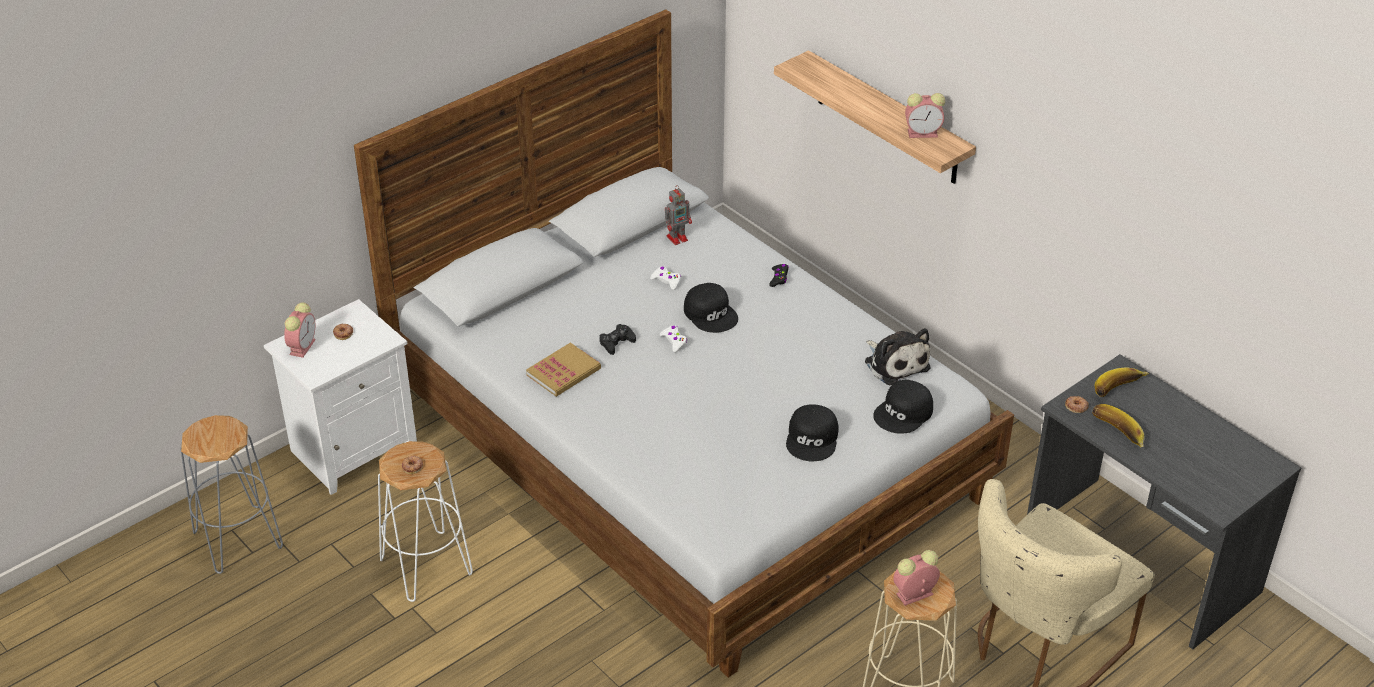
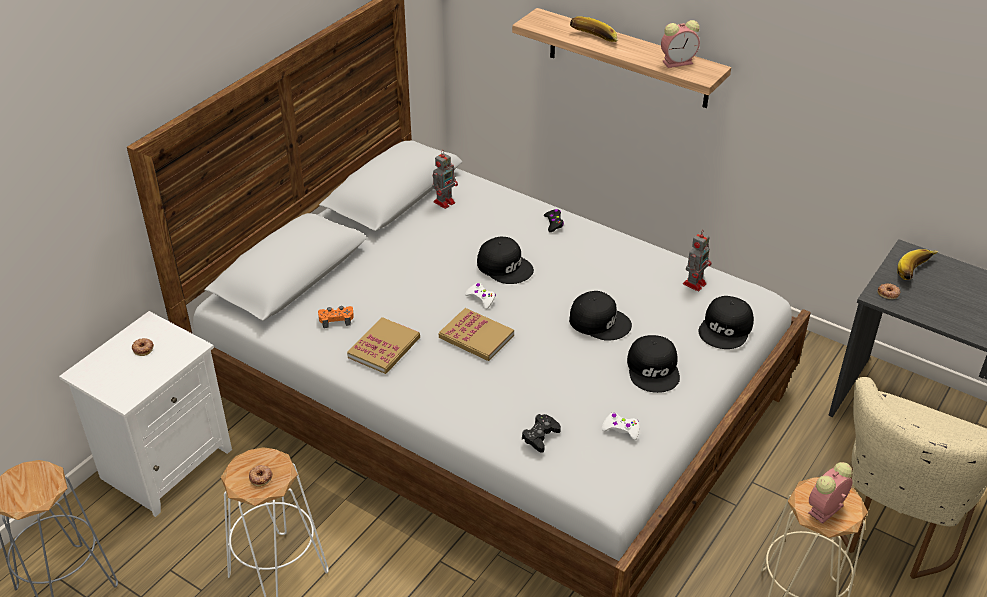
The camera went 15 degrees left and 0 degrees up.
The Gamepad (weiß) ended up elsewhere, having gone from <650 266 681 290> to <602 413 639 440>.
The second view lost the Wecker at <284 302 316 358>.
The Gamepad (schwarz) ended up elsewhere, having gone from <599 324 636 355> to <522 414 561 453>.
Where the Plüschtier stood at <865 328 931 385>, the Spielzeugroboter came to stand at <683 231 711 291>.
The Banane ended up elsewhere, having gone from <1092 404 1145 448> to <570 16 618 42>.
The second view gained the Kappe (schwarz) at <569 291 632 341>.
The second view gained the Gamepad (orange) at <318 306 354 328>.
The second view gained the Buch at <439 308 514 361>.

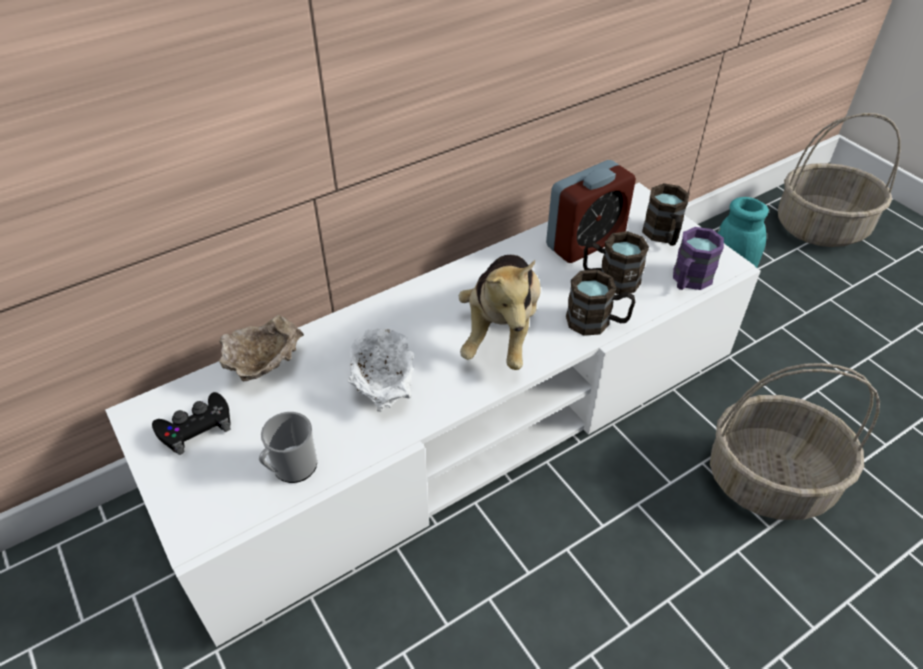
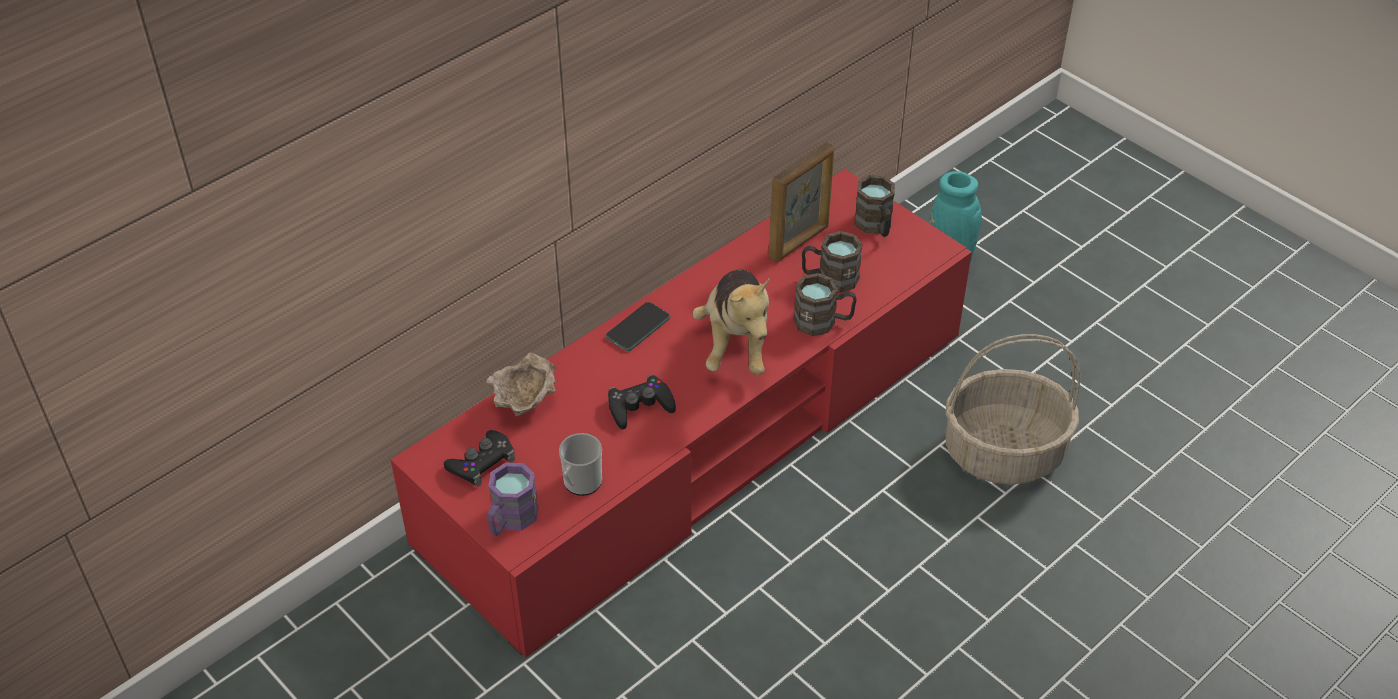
The camera went 10 degrees left and 0 degrees up.
The second view lost the Korb at <778 113 901 247>.
Where the Wecker stood at <546 160 636 263>, the Bilderrahmen came to stand at <768 142 834 262>.
What was the Fernsehschrank (weiß) at <105 183 761 647> turned into the Fernsehschrank (rot) at <391 169 972 657>.
The Henkelbecher (lila) ended up elsewhere, having gone from <673 227 724 290> to <487 463 538 536>.
Where the Schüssel (weiß) stood at <347 328 414 412>, the Gamepad (schwarz) came to stand at <608 374 676 430>.
The second view gained the Handy at <606 302 670 351>.

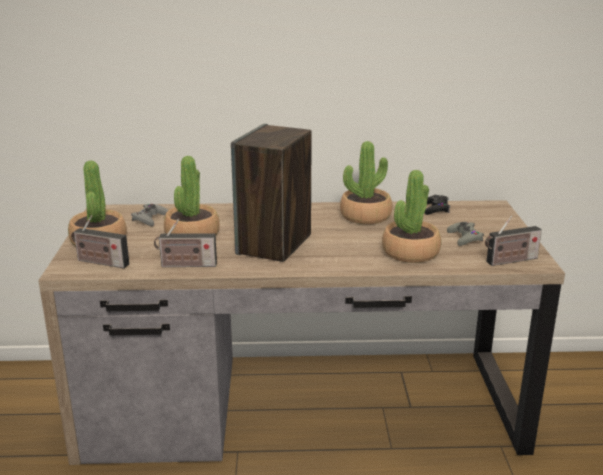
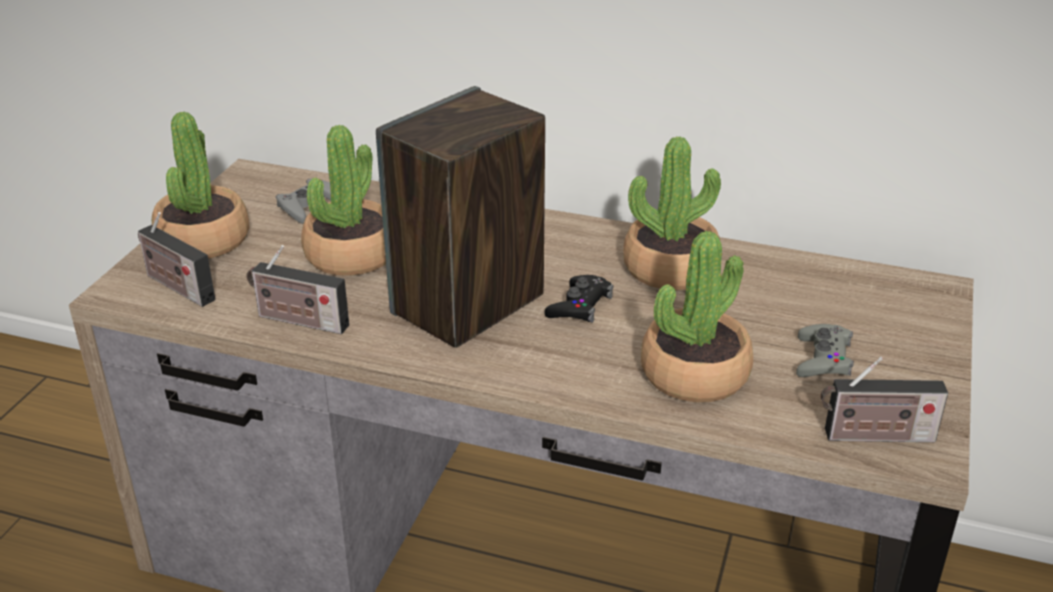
The camera went 20 degrees right and 10 degrees up.
The Gamepad (schwarz) ended up elsewhere, having gone from <425 195 450 215> to <545 275 614 323>.

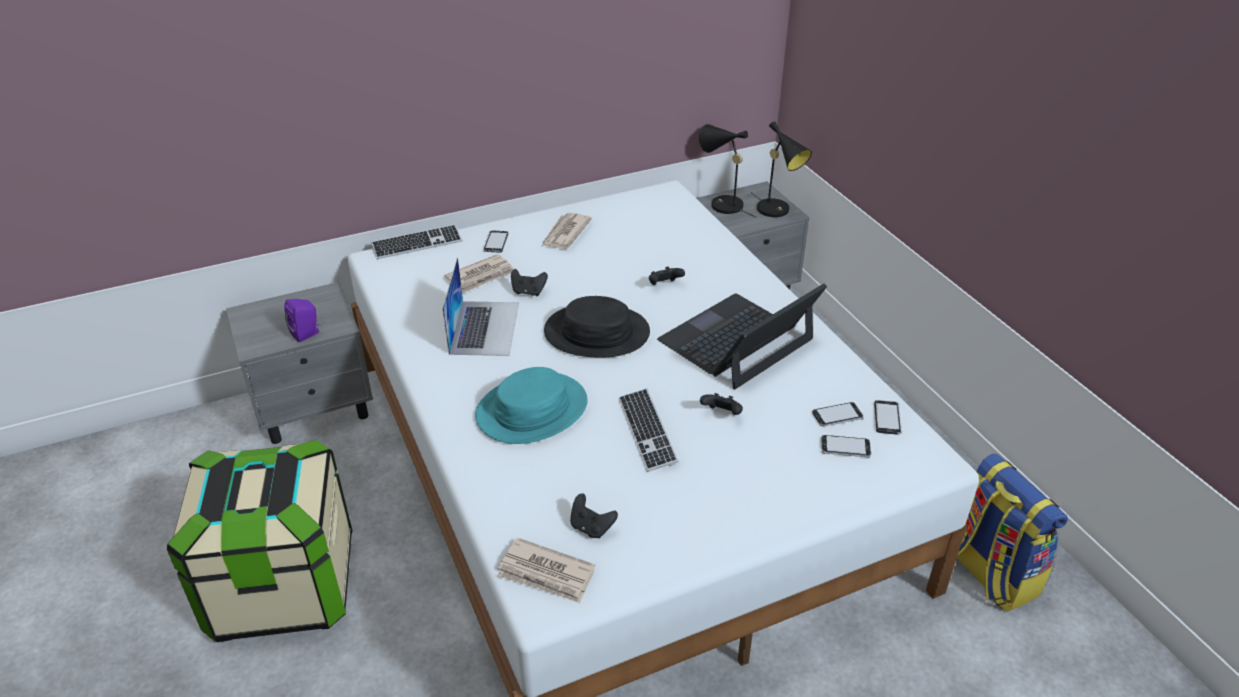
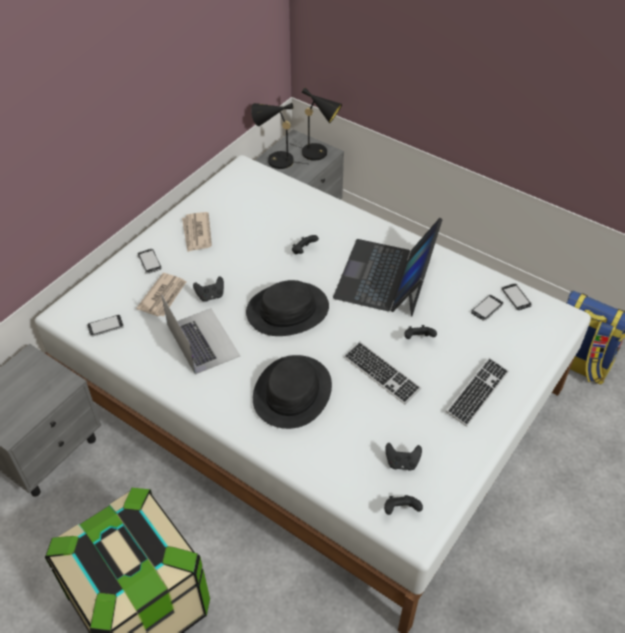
The camera went 30 degrees left and 10 degrees up.
The Tastatur ended up elsewhere, having gone from <371 225 462 259> to <446 358 509 427>.
The second view lost the Lautsprecher (lila) at <284 299 319 342>.
What was the Hut (türkis) at <475 367 588 444> turned into the Hut (schwarz) at <253 355 332 429>.
The Handy ended up elsewhere, having gone from <822 435 871 458> to <87 315 124 337>.
Where the Zeitung stood at <498 538 595 603>, the Gamepad (schwarz) came to stand at <384 495 423 515>.

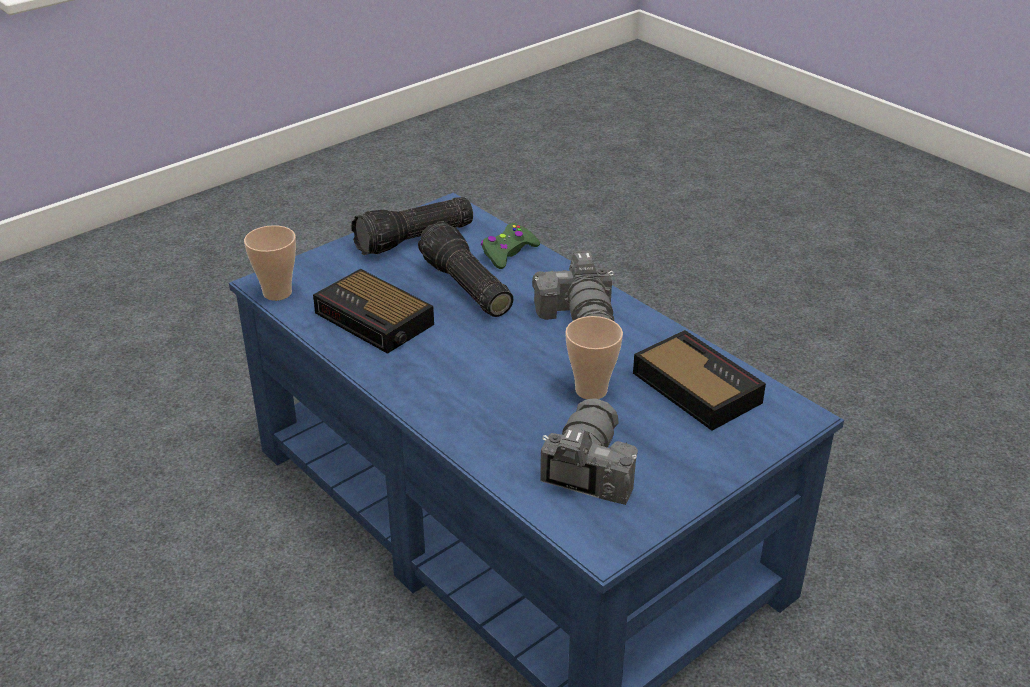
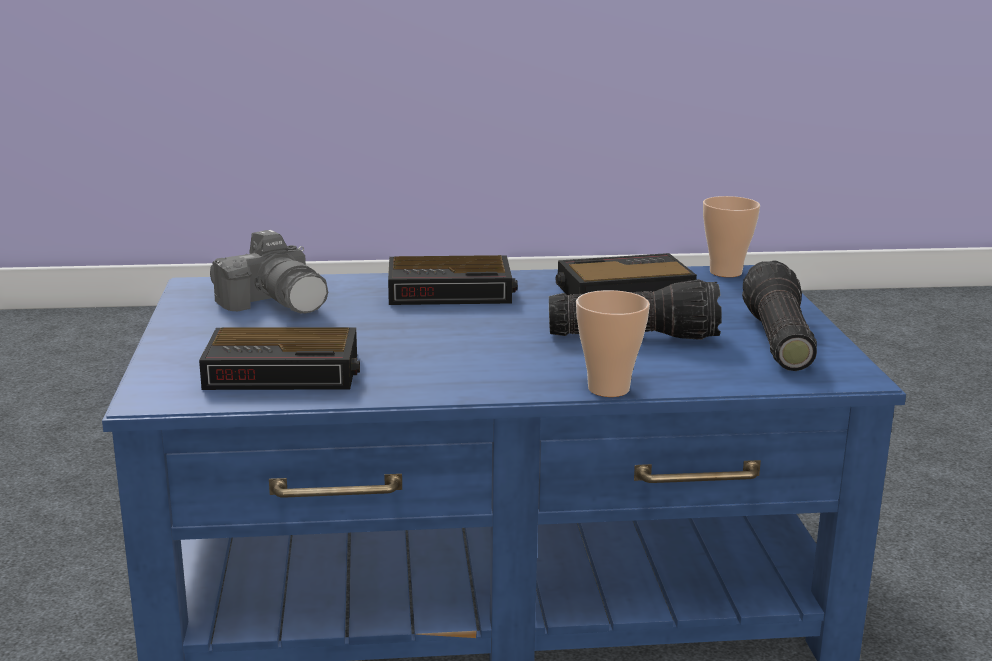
The camera went 125 degrees right and 15 degrees down.
The second view lost the Gamepad (grün) at <481 223 540 269>.
The second view lost the Kamera at <532 251 615 322>.
The Tasse ended up elsewhere, having gone from <565 316 623 399> to <576 290 650 397>.
The second view gained the Wecker at <388 255 518 305>.

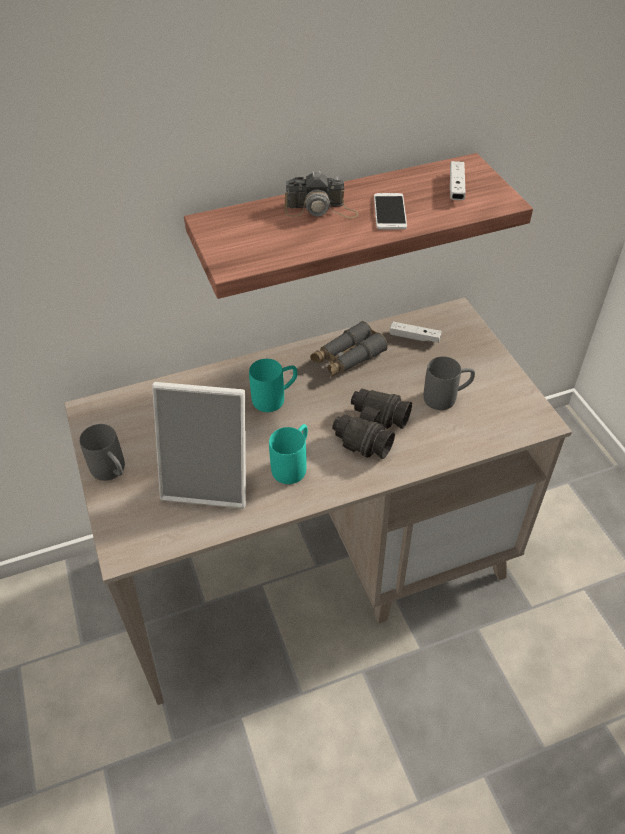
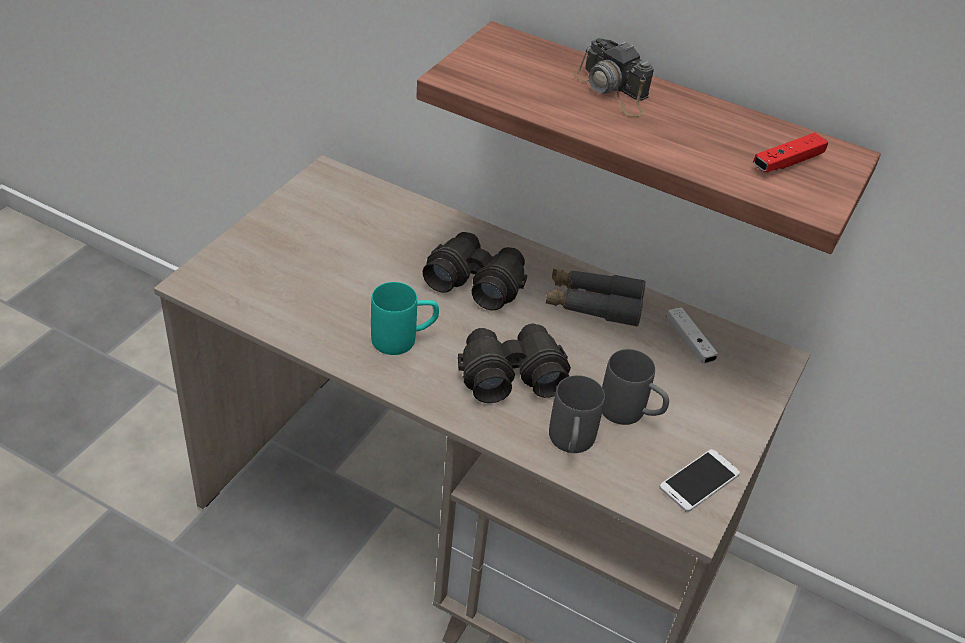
The camera went 45 degrees right and 5 degrees down.
What was the Gamepad (weiß) at <450 161 466 200> turned into the Gamepad (rot) at <753 133 828 172>.
The Handy ended up elsewhere, having gone from <374 193 407 229> to <660 449 740 512>.
Where the Henkelbecher (türkis) stood at <249 359 297 412>, the Fernglas (schwarz) came to stand at <423 232 527 310>.
The second view lost the Bilderrahmen at <152 382 246 509>.
The Henkelbecher (grau) ended up elsewhere, having gone from <79 424 125 481> to <549 375 605 453>.

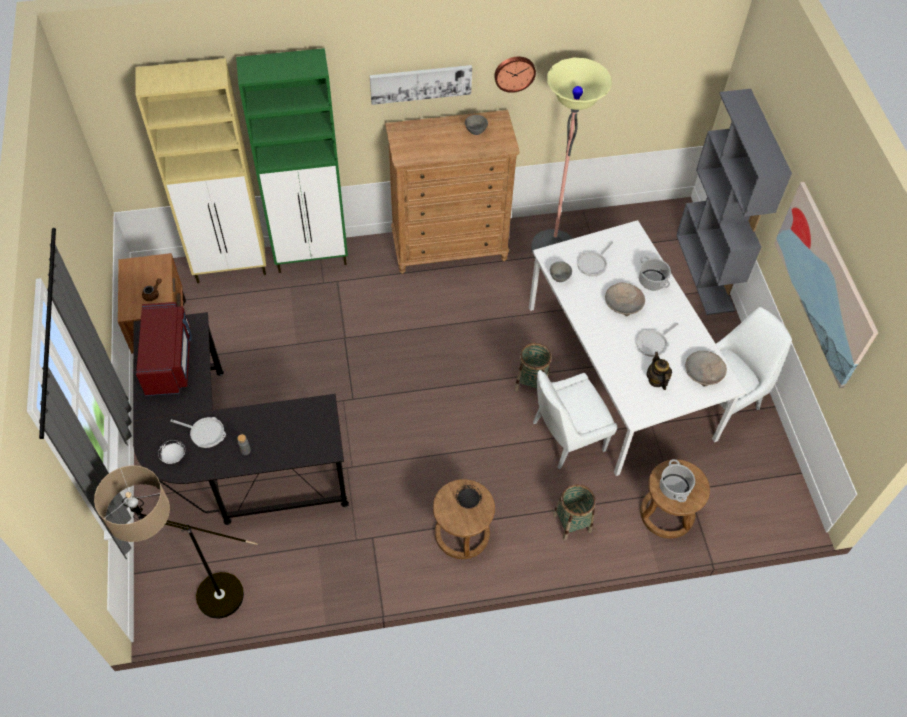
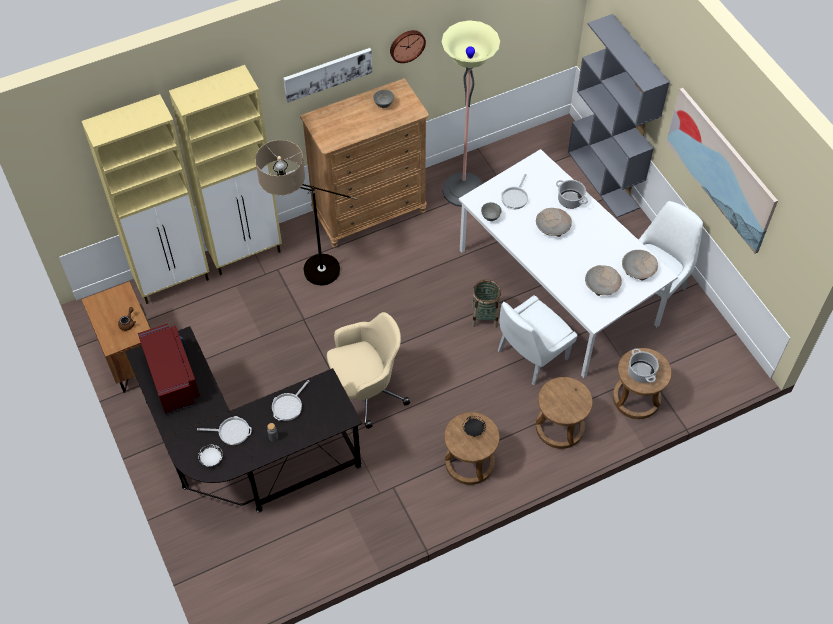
The camera went 15 degrees left and 0 degrees up.
What was the Schrank (grün) at <236 48 348 273> turned into the Schrank (beige) at <169 65 282 275>.
The Pfanne ended up elsewhere, having gone from <636 323 678 357> to <272 380 309 421>.
Where the Teekanne stood at <647 352 672 390>, the Schüssel (beige) came to stand at <585 265 622 296>.
The Stehlampe ended up elsewhere, having gone from <94 465 258 619> to <255 140 358 286>.
Where the Korb stood at <553 484 596 540>, the Hocker (braun) came to stand at <536 377 593 449>.
The second view gained the Bürostuhl (beige) at <327 312 410 429>.

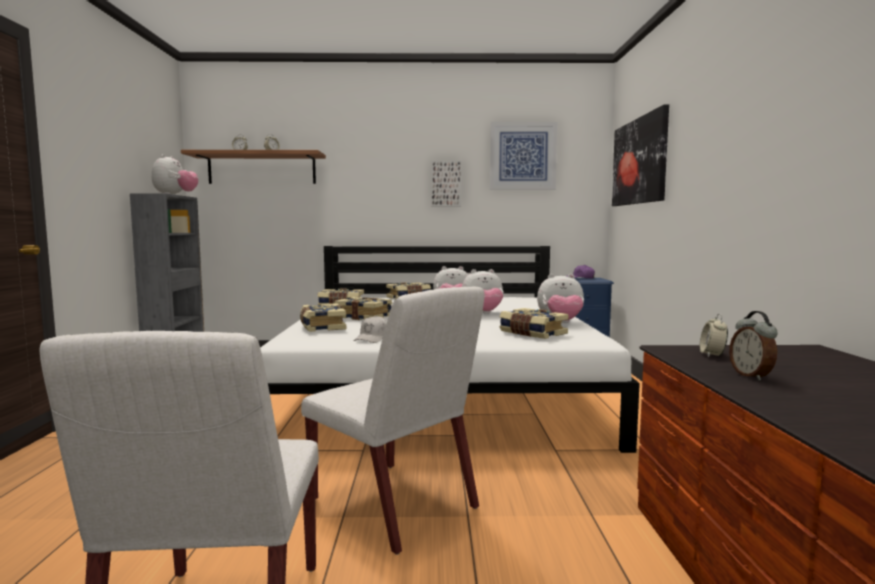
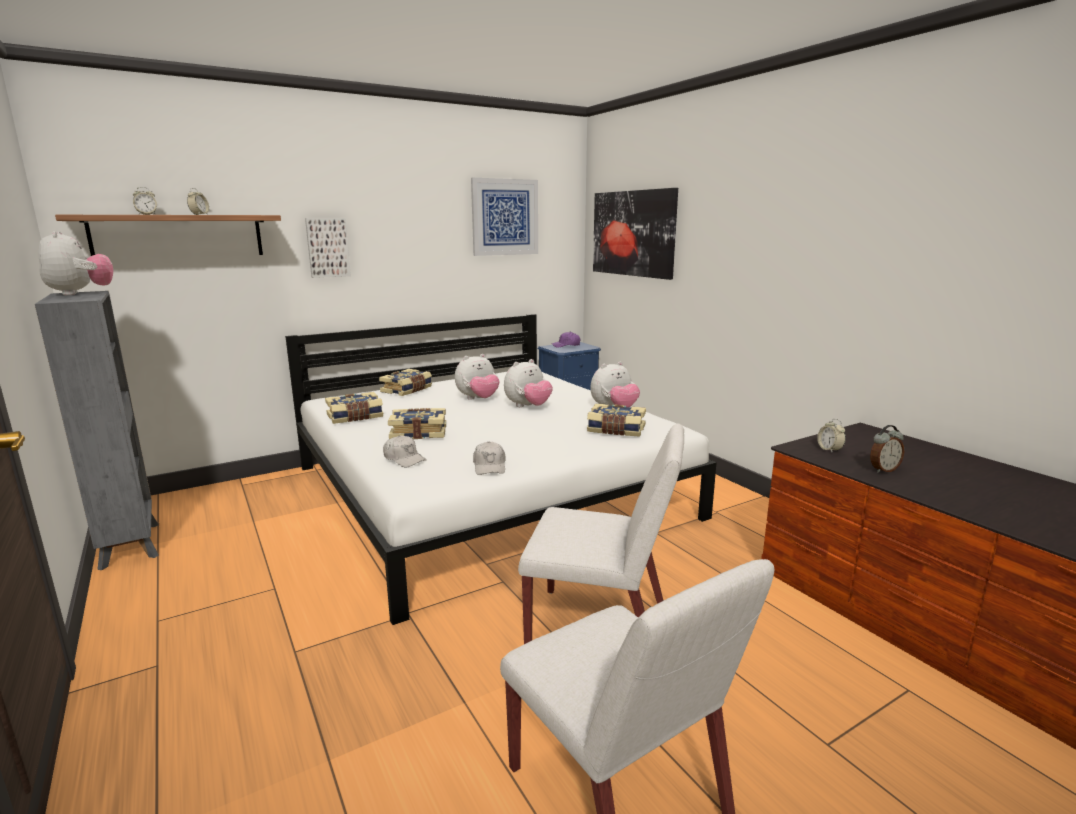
The camera went 30 degrees left and 10 degrees up.
The Bild ended up elsewhere, having gone from <431 161 461 207> to <305 218 351 278>.
Where the Buch stood at <300 303 346 332>, the Kappe (weiß) came to stand at <383 436 426 467>.
The Wecker at <729 311 778 381> ended up facing another way, 75 degrees counterclockwise from before.

